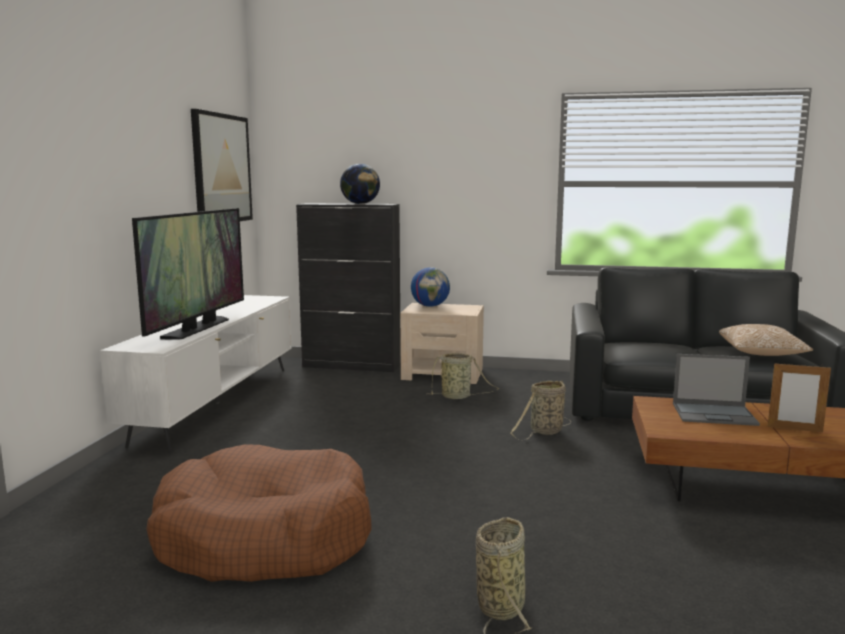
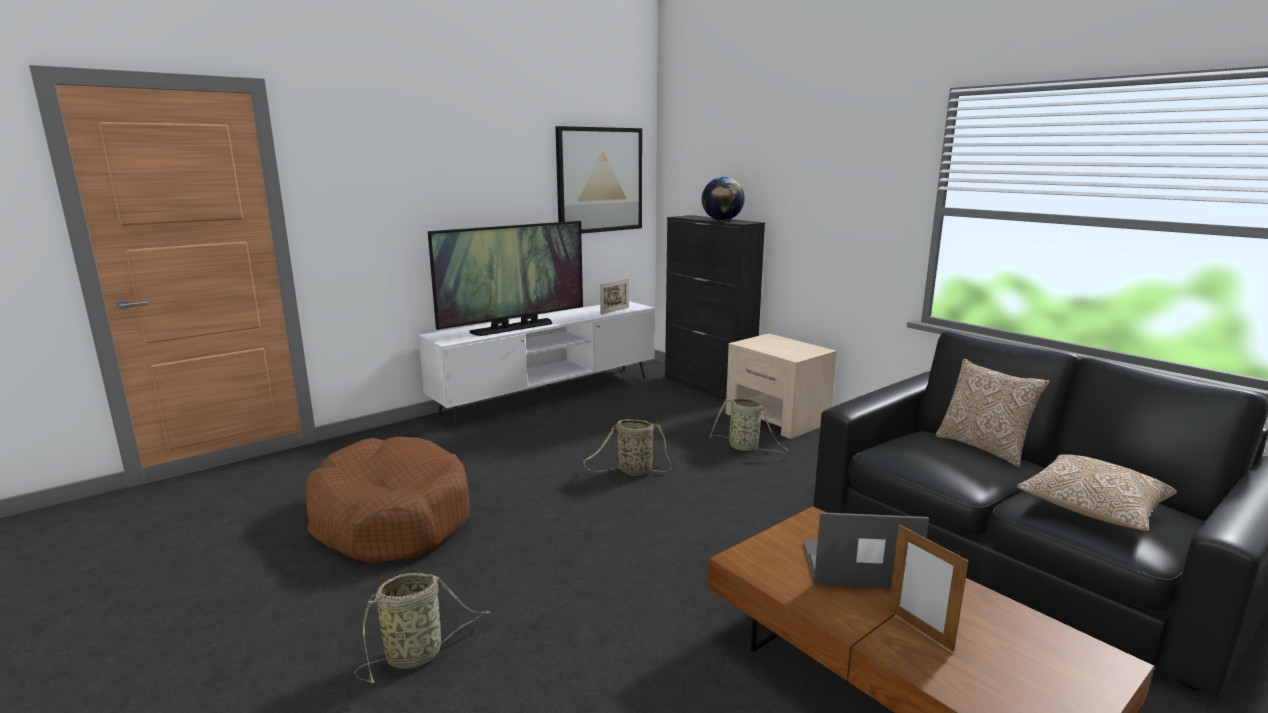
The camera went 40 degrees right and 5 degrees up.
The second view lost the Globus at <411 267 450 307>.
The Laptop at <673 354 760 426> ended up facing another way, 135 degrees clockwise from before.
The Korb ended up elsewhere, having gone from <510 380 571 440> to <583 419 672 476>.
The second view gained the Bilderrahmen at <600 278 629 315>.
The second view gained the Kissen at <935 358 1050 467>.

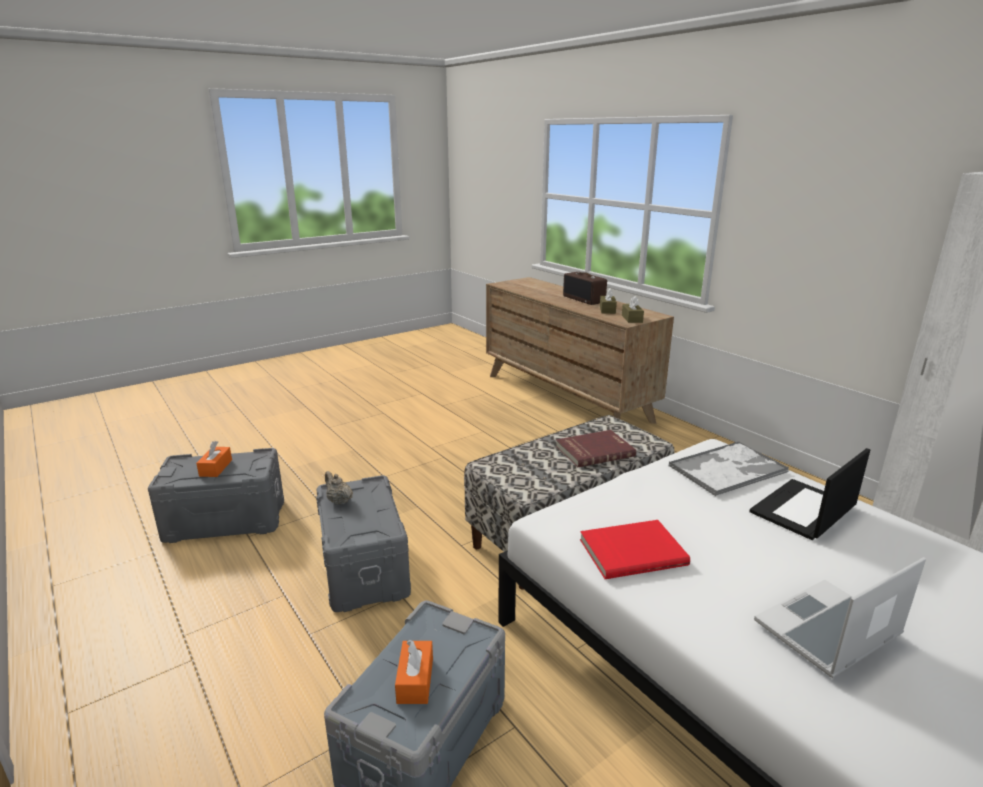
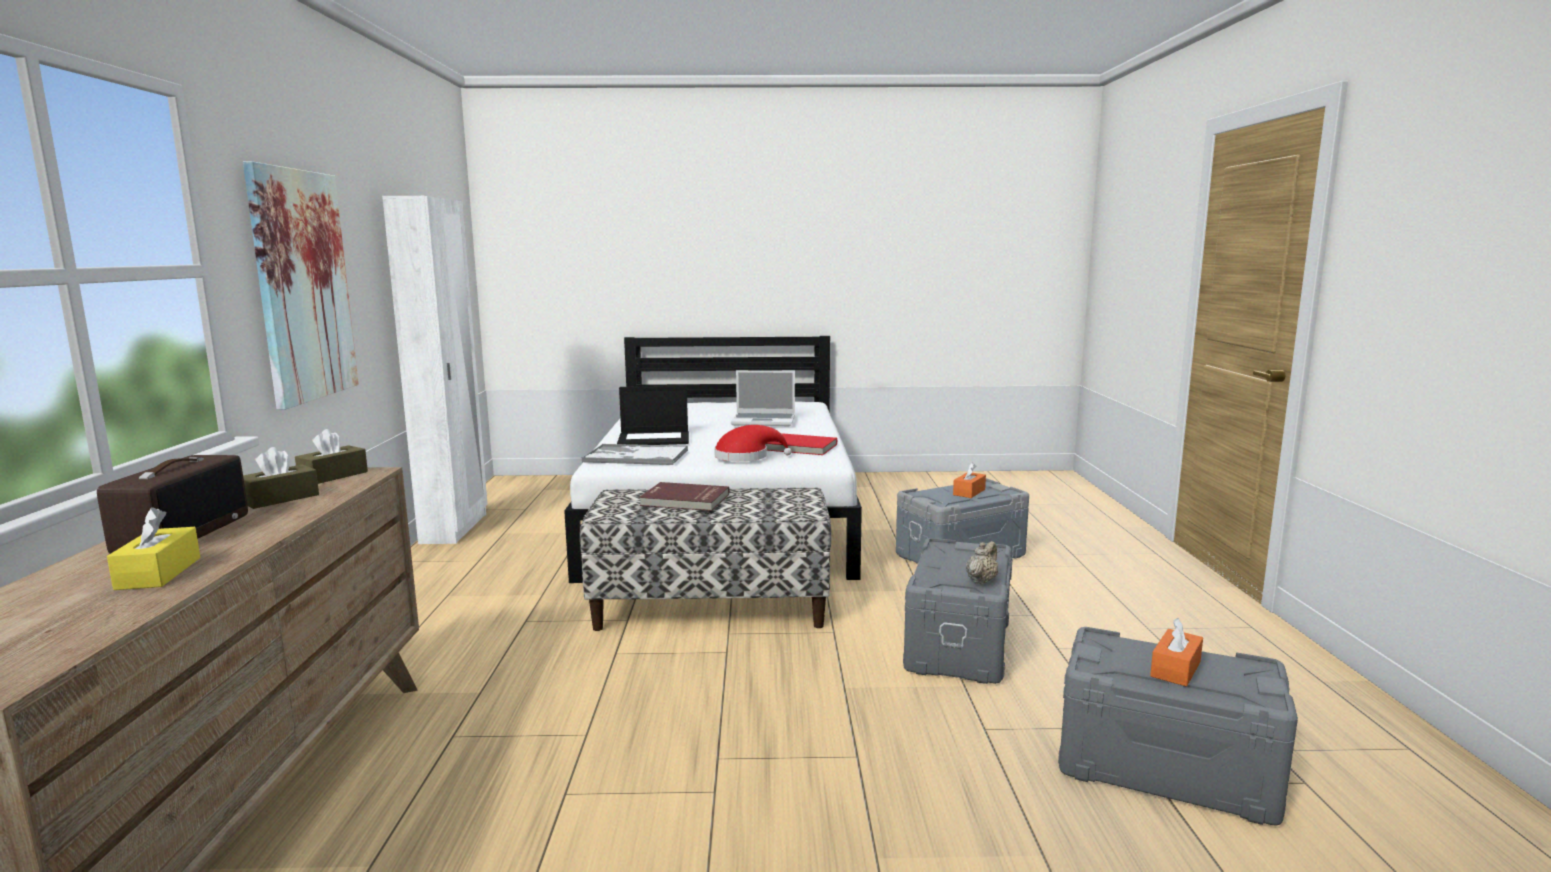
The camera went 145 degrees left and 10 degrees down.
The Teekanne (beige) at <325 471 353 505> ended up facing another way, 135 degrees counterclockwise from before.
The second view gained the Bild at <243 161 359 410>.
The second view gained the Hut (rot) at <714 425 792 462>.
The second view gained the Taschentuchbox (gelb) at <107 507 201 590>.

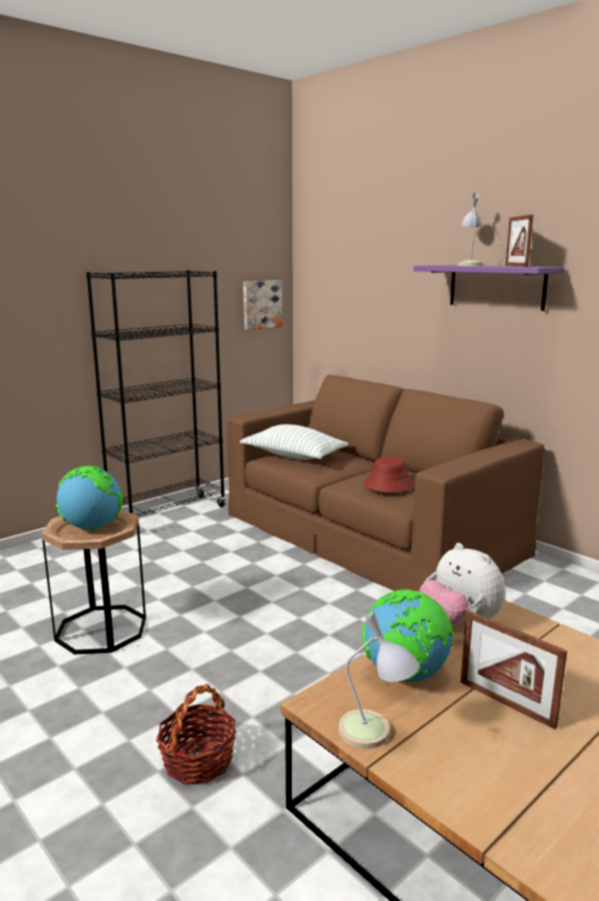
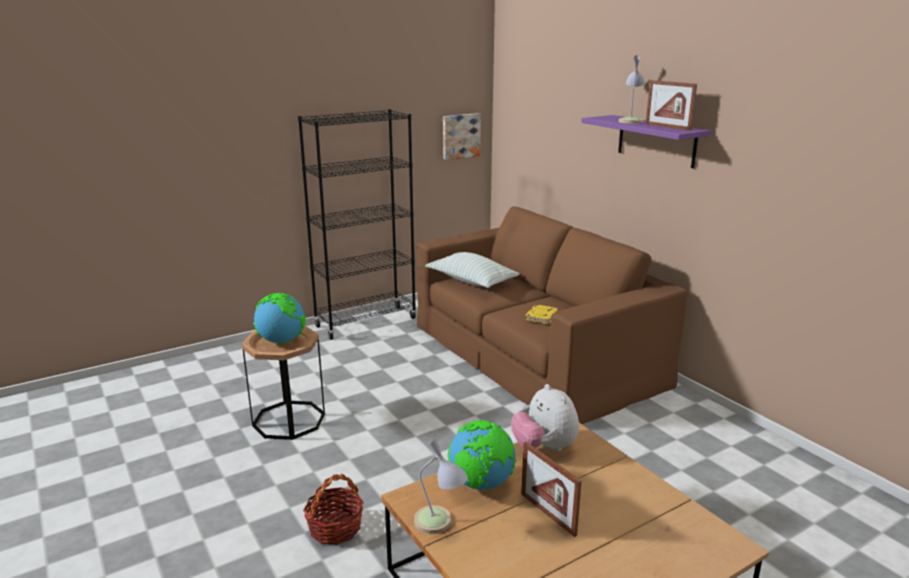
The camera went 10 degrees right and 5 degrees up.
The Bilderrahmen at <505 215 533 267> ended up facing another way, 45 degrees counterclockwise from before.
Where the Hut (rot) stood at <364 457 414 493>, the Buch (gelb) came to stand at <525 305 558 324>.

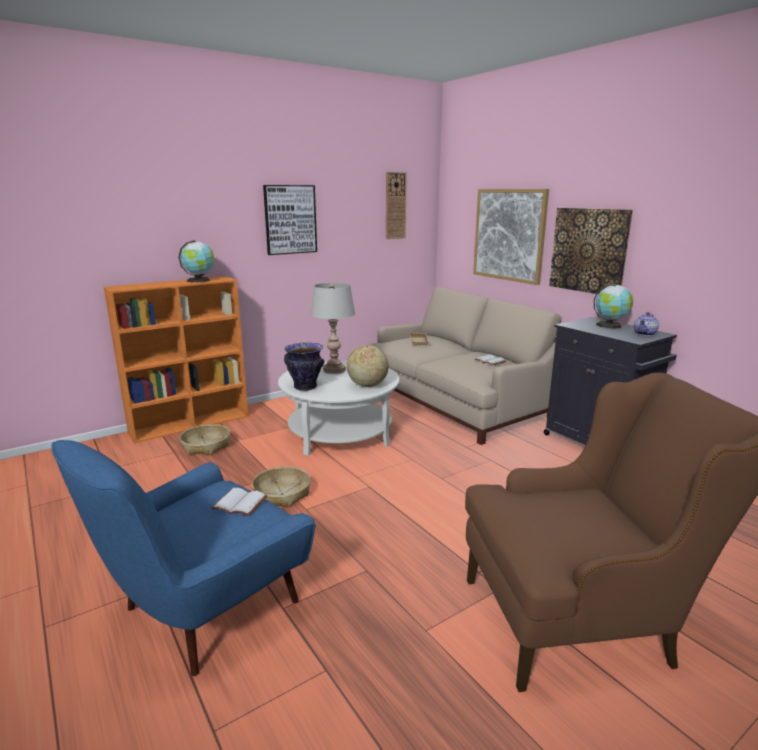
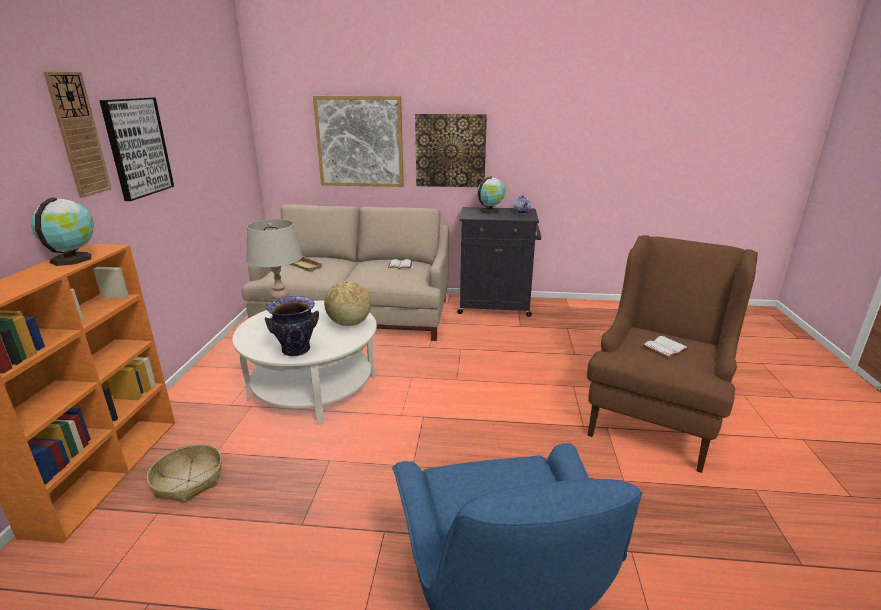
The camera went 50 degrees left and 5 degrees up.
The Wanduhr ended up elsewhere, having gone from <386 172 407 239> to <43 71 112 198>.
The second view lost the Korb at <252 467 310 508>.
The Buch (weiß) ended up elsewhere, having gone from <211 488 268 516> to <642 336 689 358>.

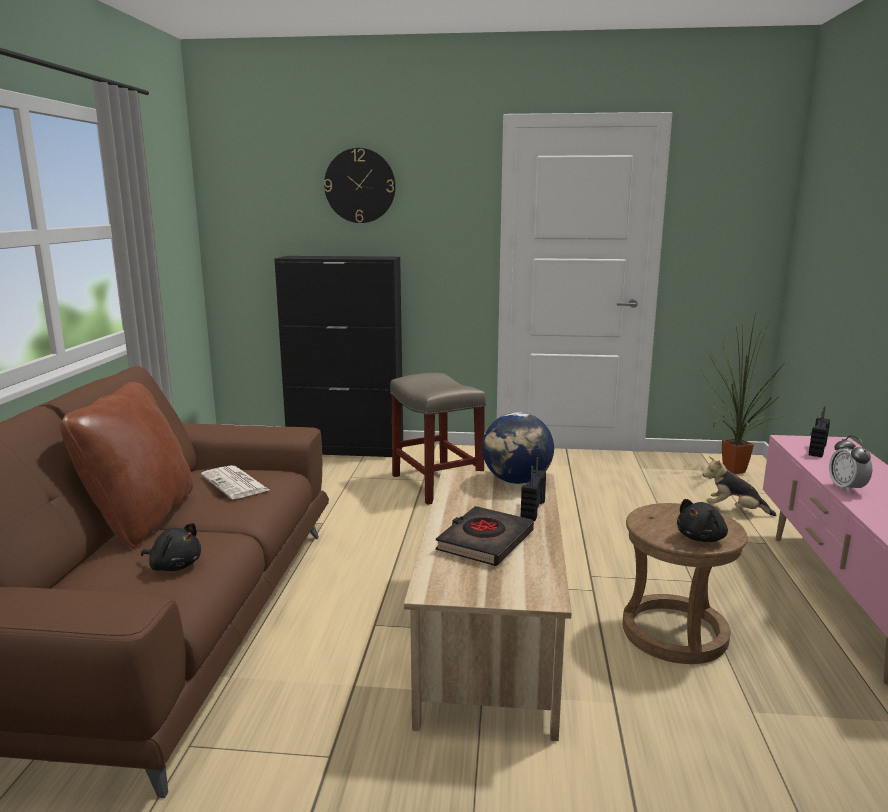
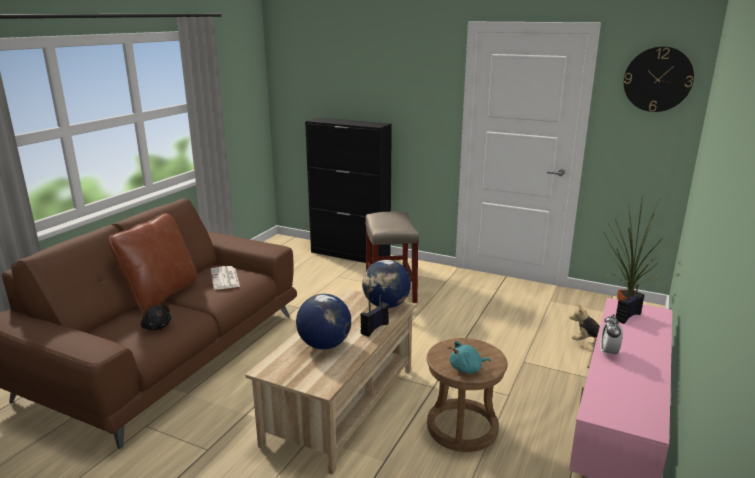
The camera went 20 degrees right and 5 degrees up.
The Wanduhr ended up elsewhere, having gone from <324 148 396 223> to <624 46 694 112>.
What was the Plüschtier (schwarz) at <677 499 728 542> turned into the Plüschtier (türkis) at <450 341 491 374>.
Where the Buch (schwarz) stood at <435 506 534 566>, the Globus came to stand at <296 294 351 349>.

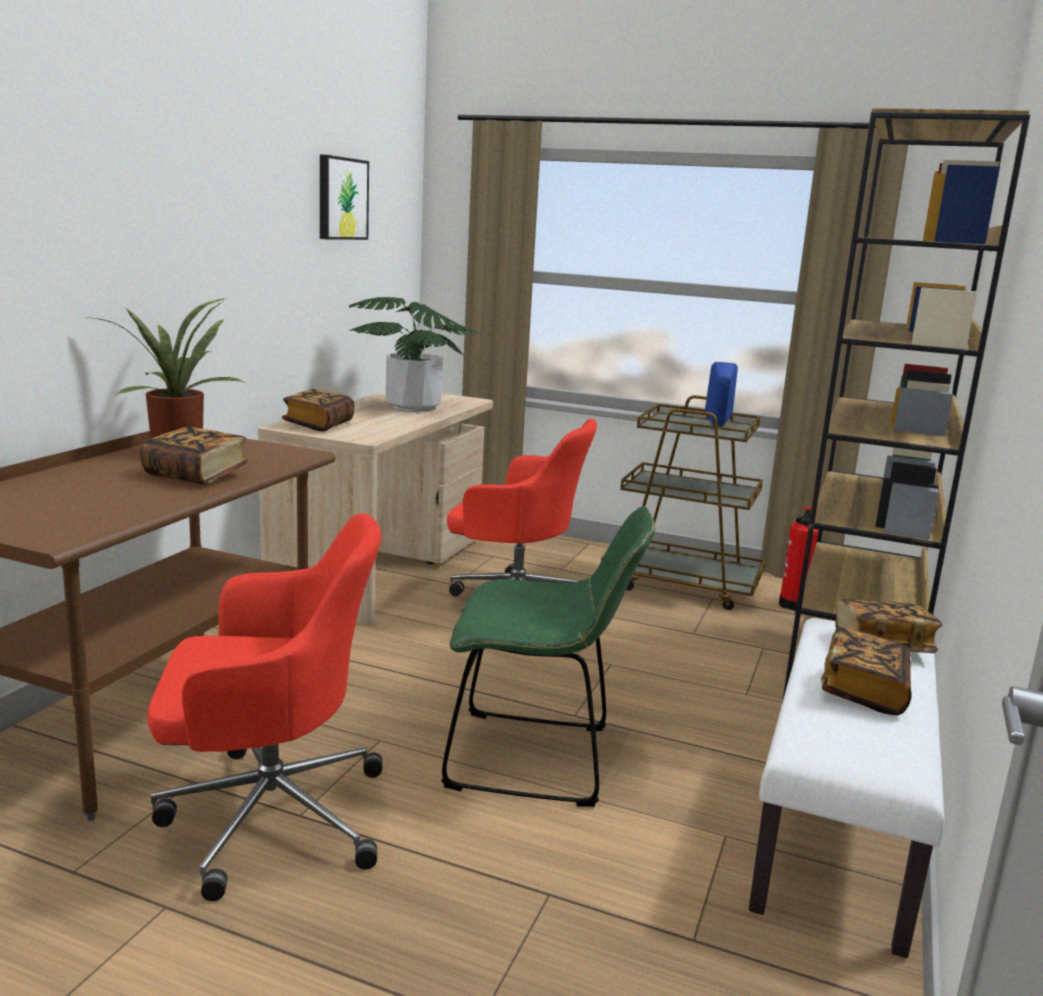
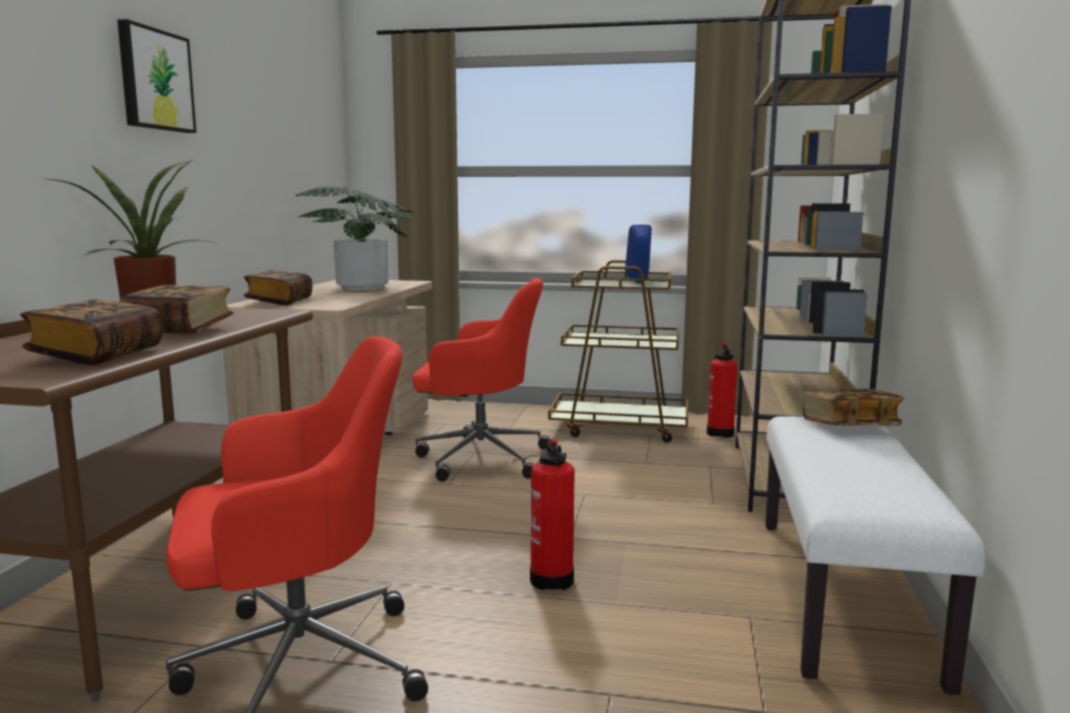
The camera went 10 degrees left and 5 degrees down.
The Bild ended up elsewhere, having gone from <320 155 369 240> to <117 19 196 133>.
Where the Stuhl (grün) stood at <441 506 655 807>, the Feuerlöscher came to stand at <530 439 575 590>.
The Buch ended up elsewhere, having gone from <821 627 912 715> to <20 300 162 365>.

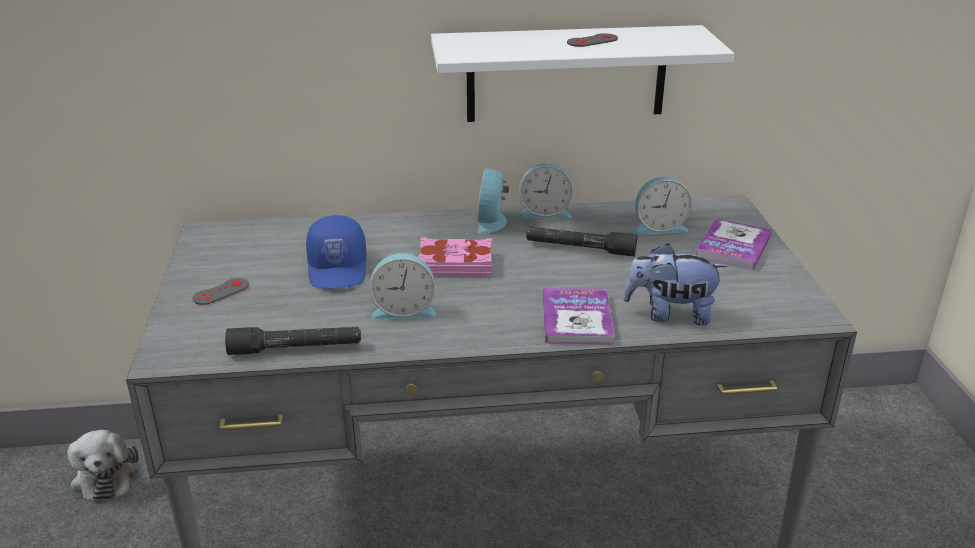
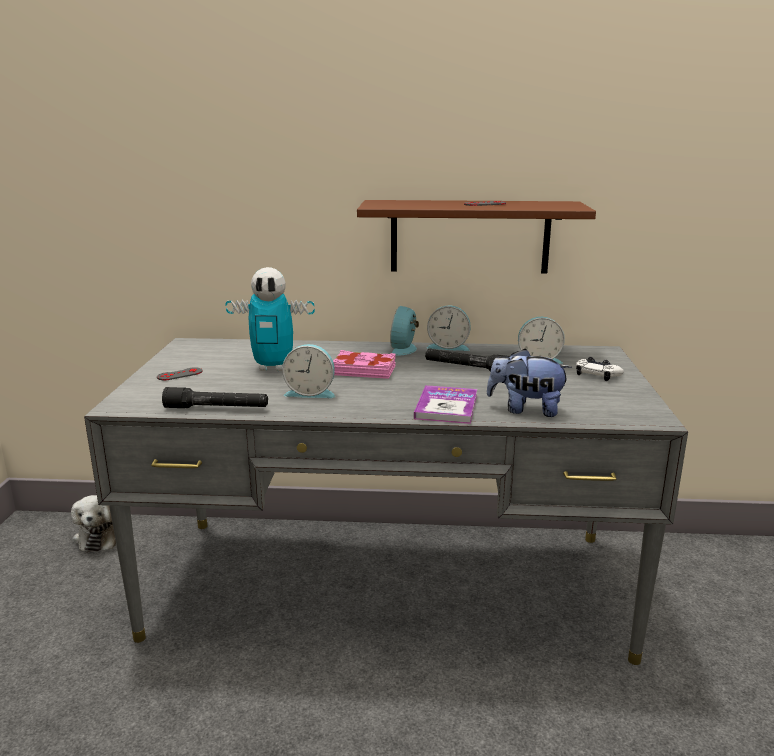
The camera went 10 degrees right and 10 degrees down.
What was the Wandregal (weiß) at <431 25 734 122> turned into the Wandregal (braun) at <357 200 596 274>.
Where the Kappe (blau) stood at <306 215 367 289>, the Spielzeugroboter came to stand at <225 267 315 371>.
Where the Buch stood at <696 218 772 270>, the Gamepad (weiß) came to stand at <576 357 624 381>.

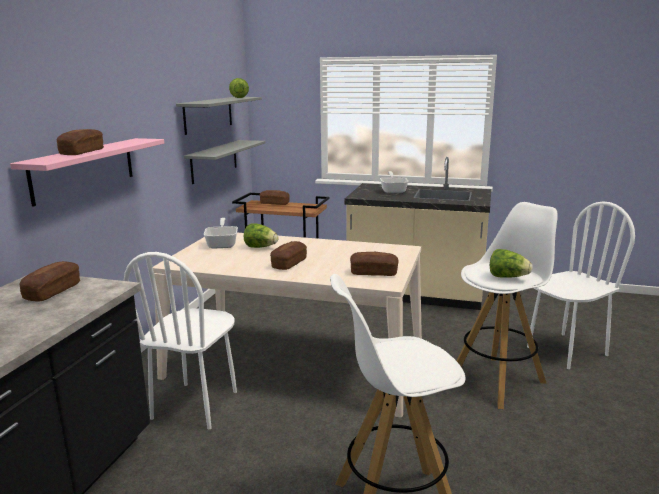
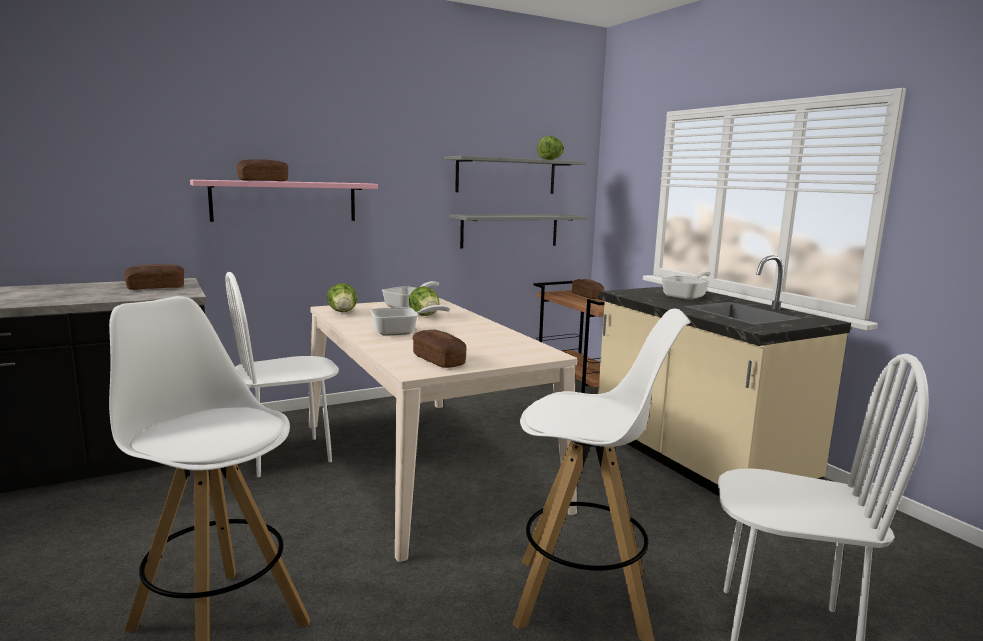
The camera went 45 degrees right and 5 degrees down.
Where the Brot stood at <270 241 307 270>, the Pfanne came to stand at <370 305 450 336>.
The Salatkopf ended up elsewhere, having gone from <490 249 532 278> to <327 283 357 312>.

